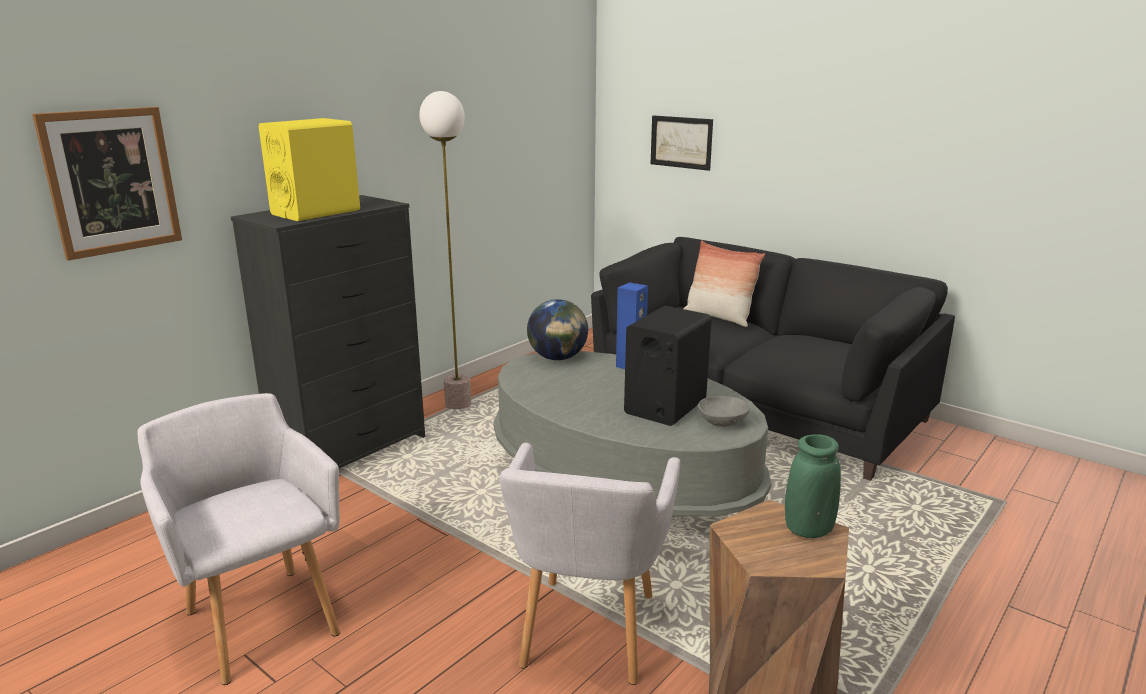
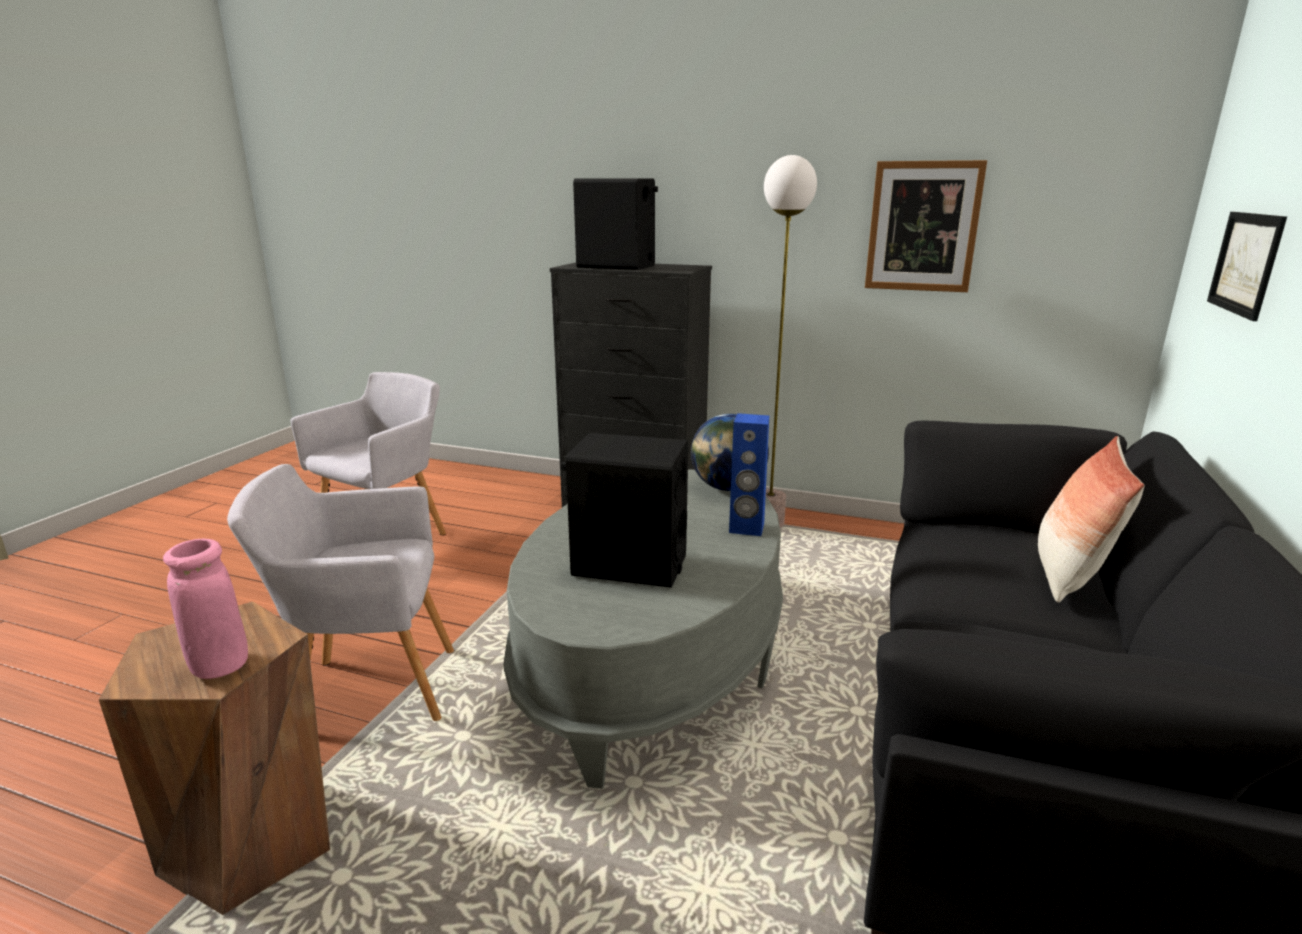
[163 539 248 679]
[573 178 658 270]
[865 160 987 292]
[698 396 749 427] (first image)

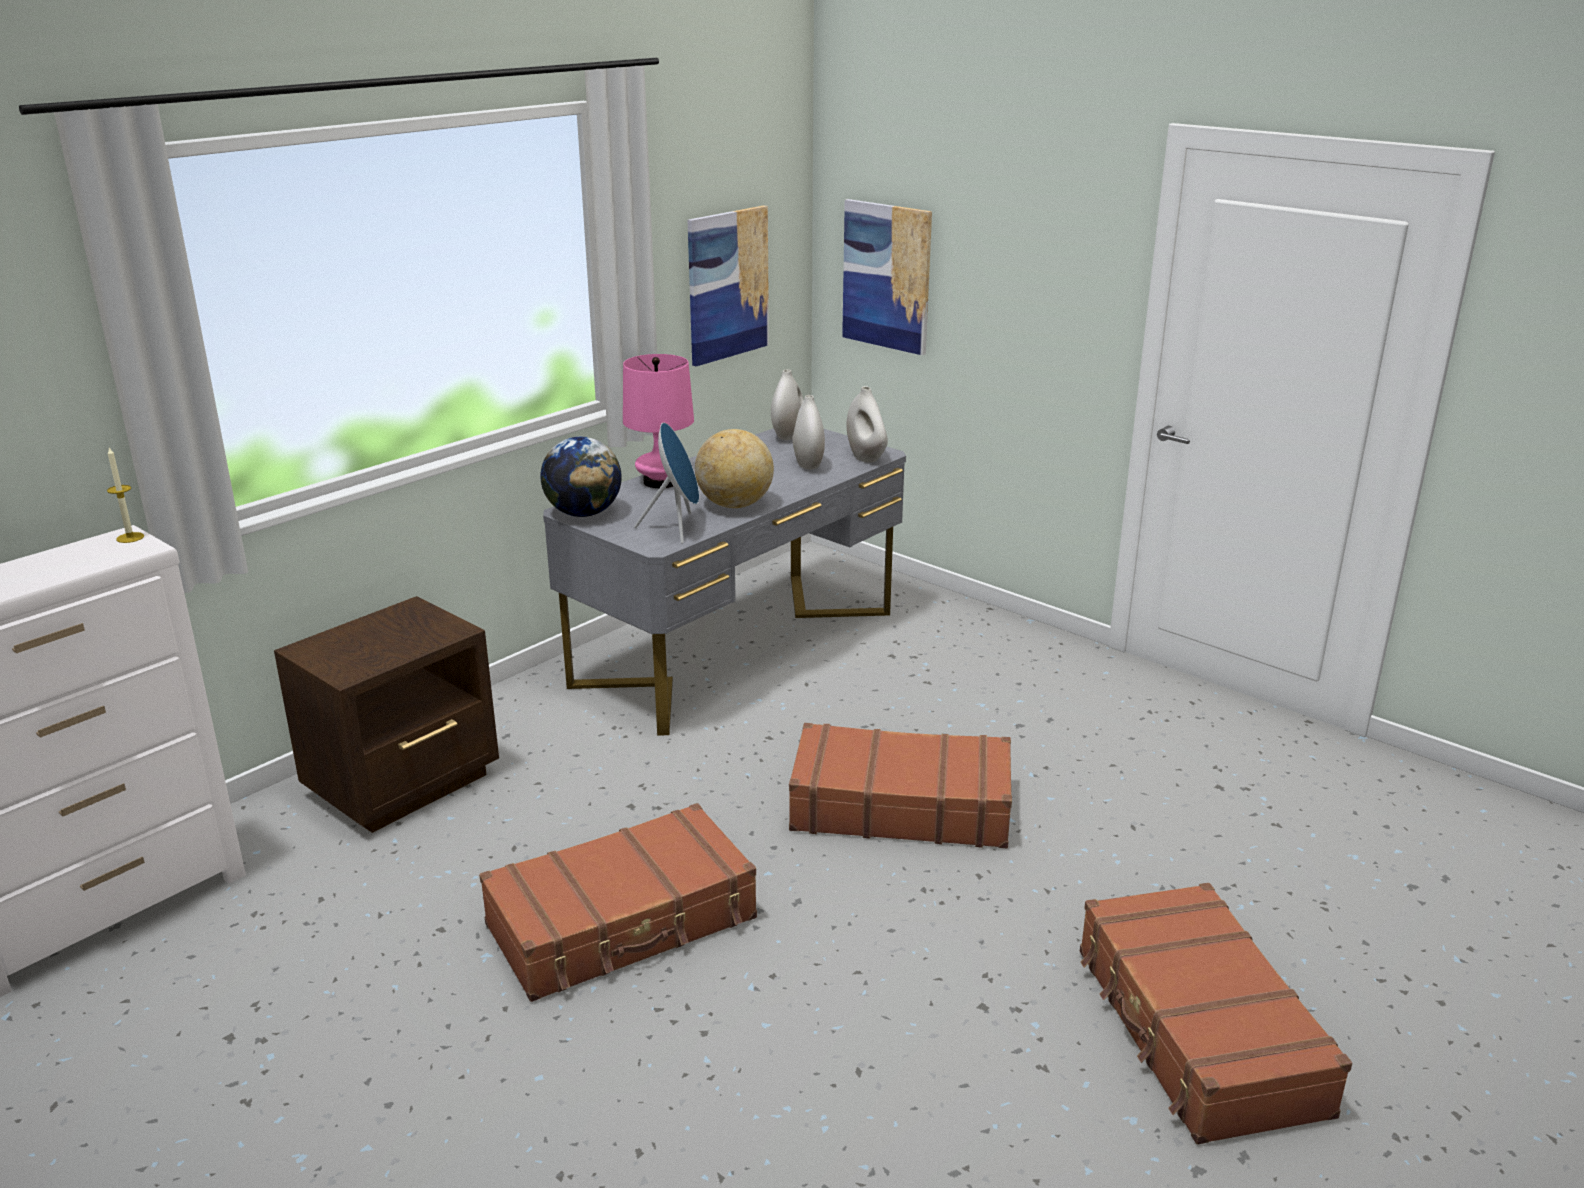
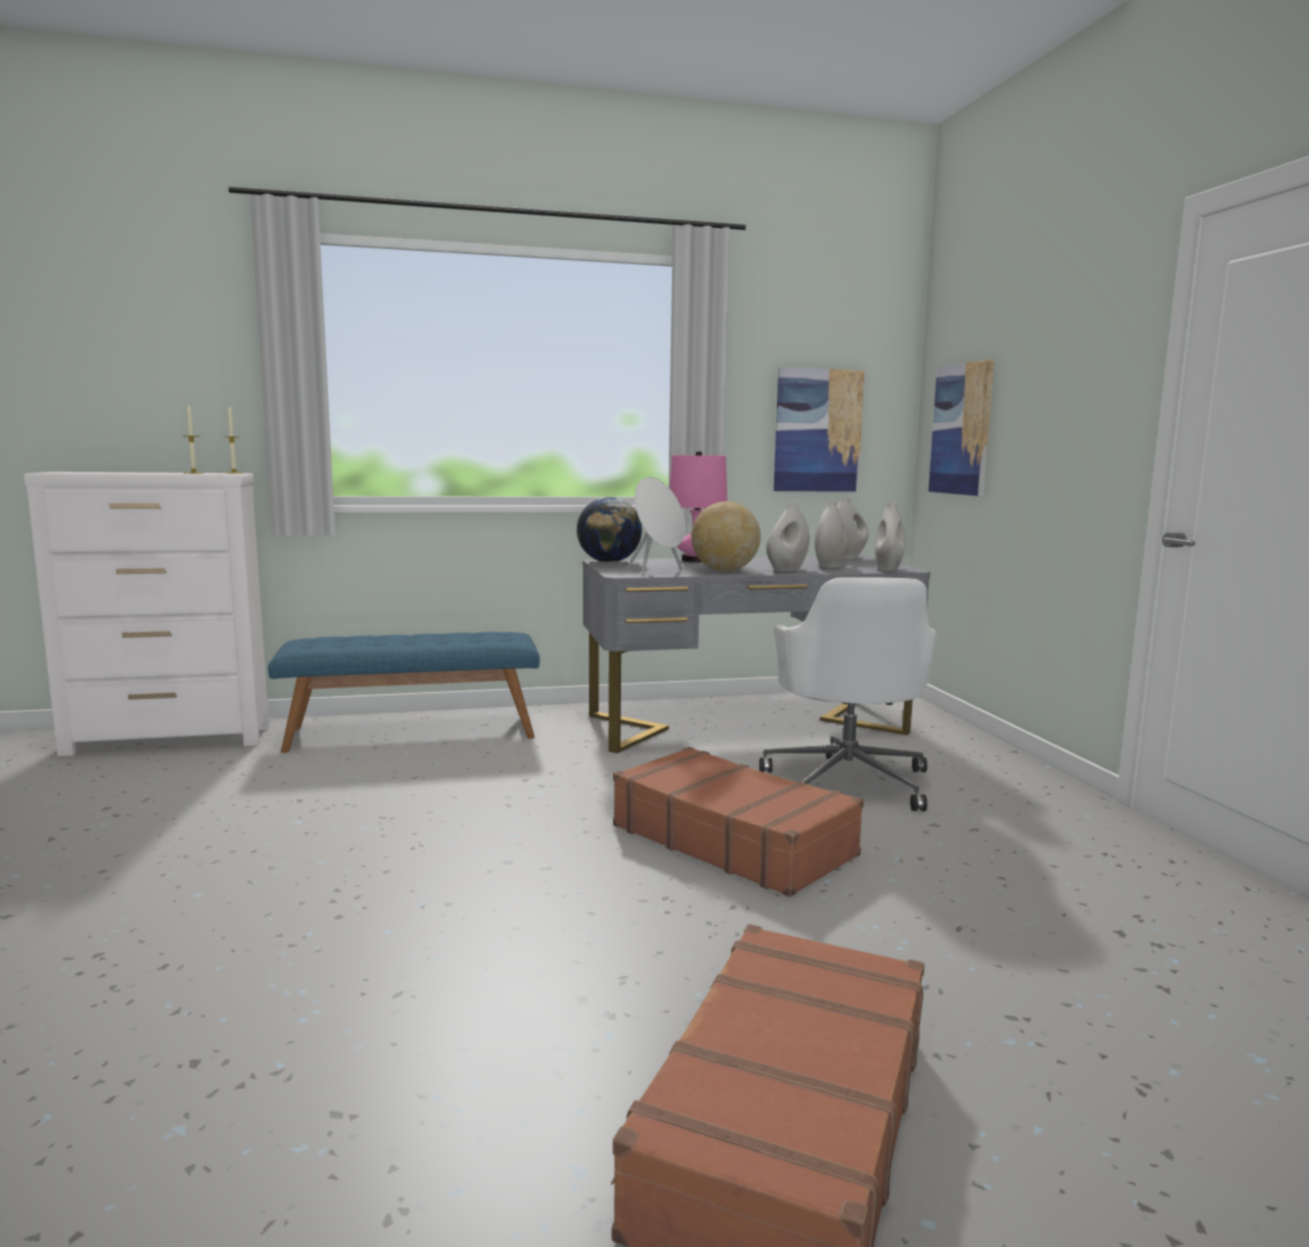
[184 404 204 474]
[268 632 540 753]
[627 477 685 576]
[759 577 936 811]
[766 502 810 572]
[479 803 757 1002] (first image)

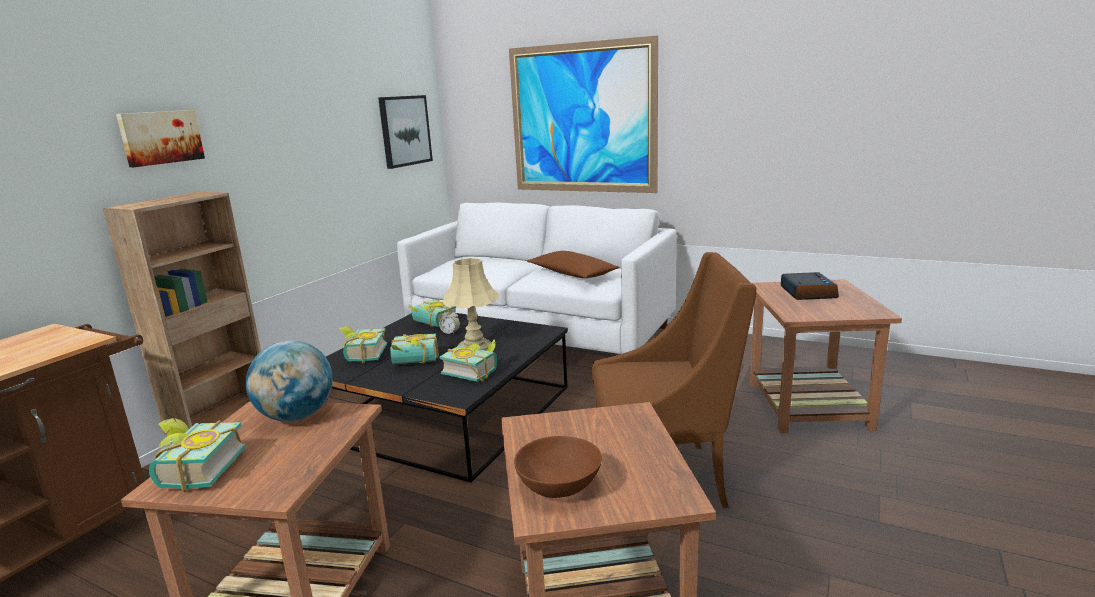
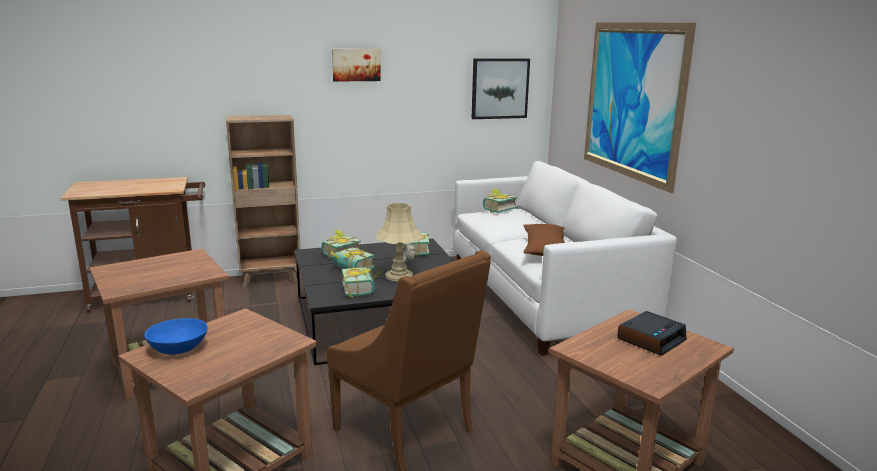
[144 318 208 355]
[332 49 381 82]
[483 188 517 213]
[246 340 333 422] (first image)

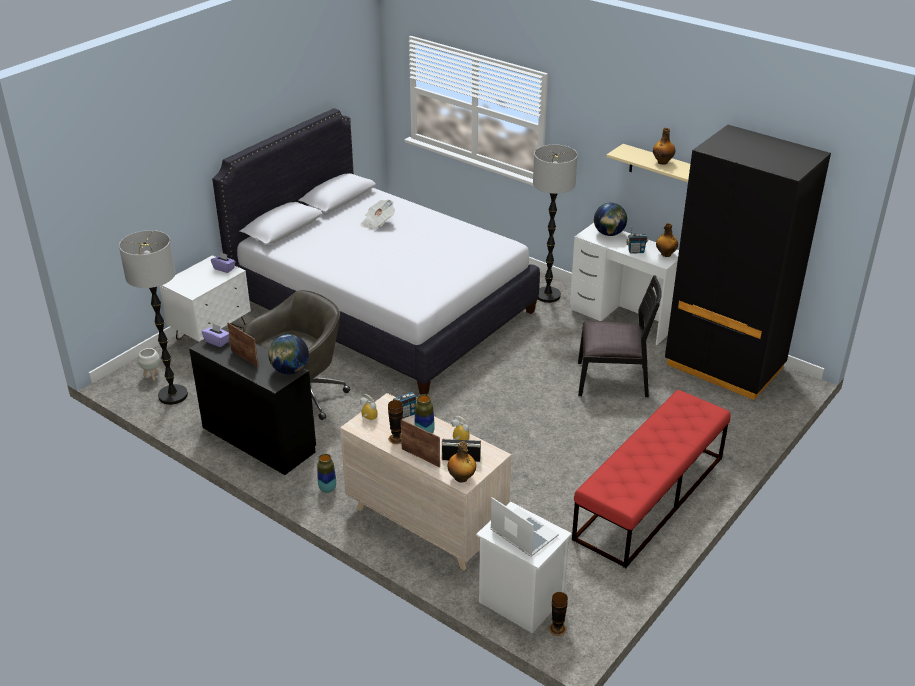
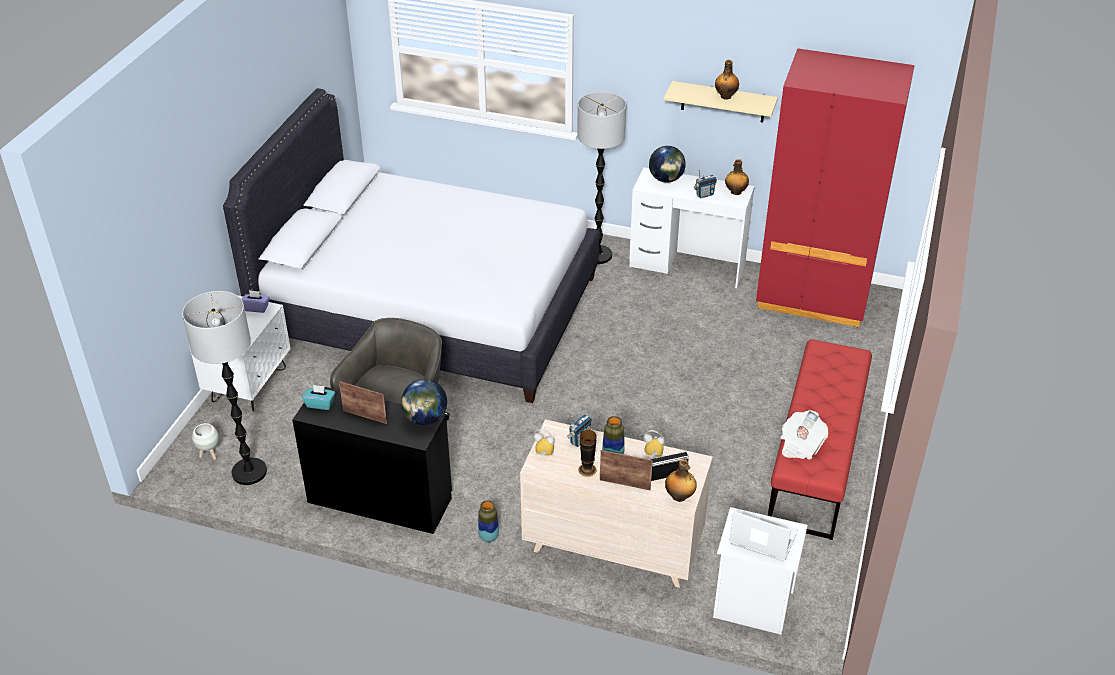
[302 384 335 410]
[756 48 915 328]
[780 410 828 460]
[549 592 568 636] (first image)
[578 275 662 397] (first image)

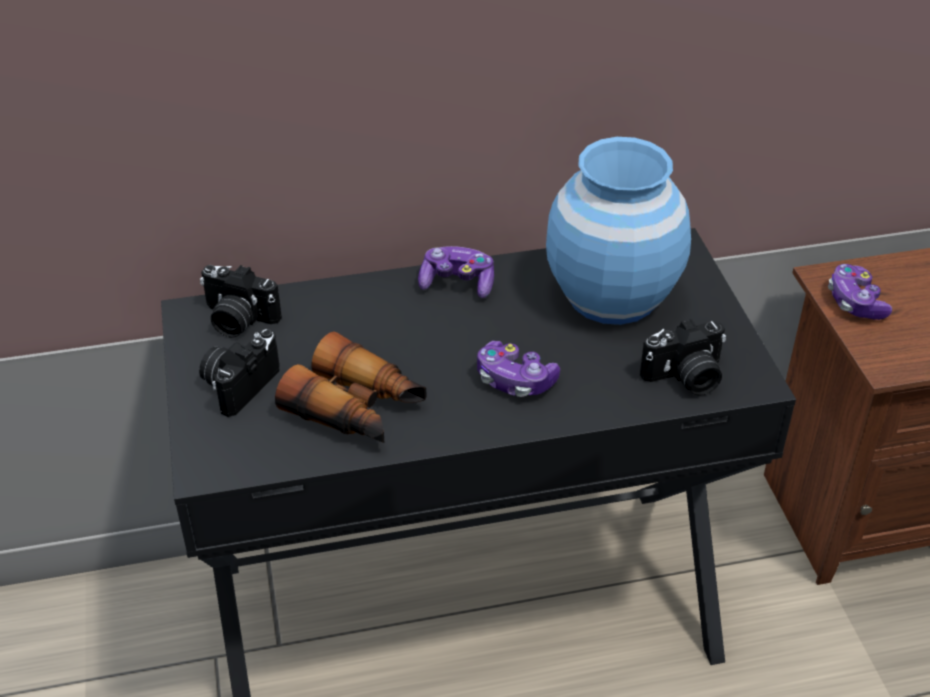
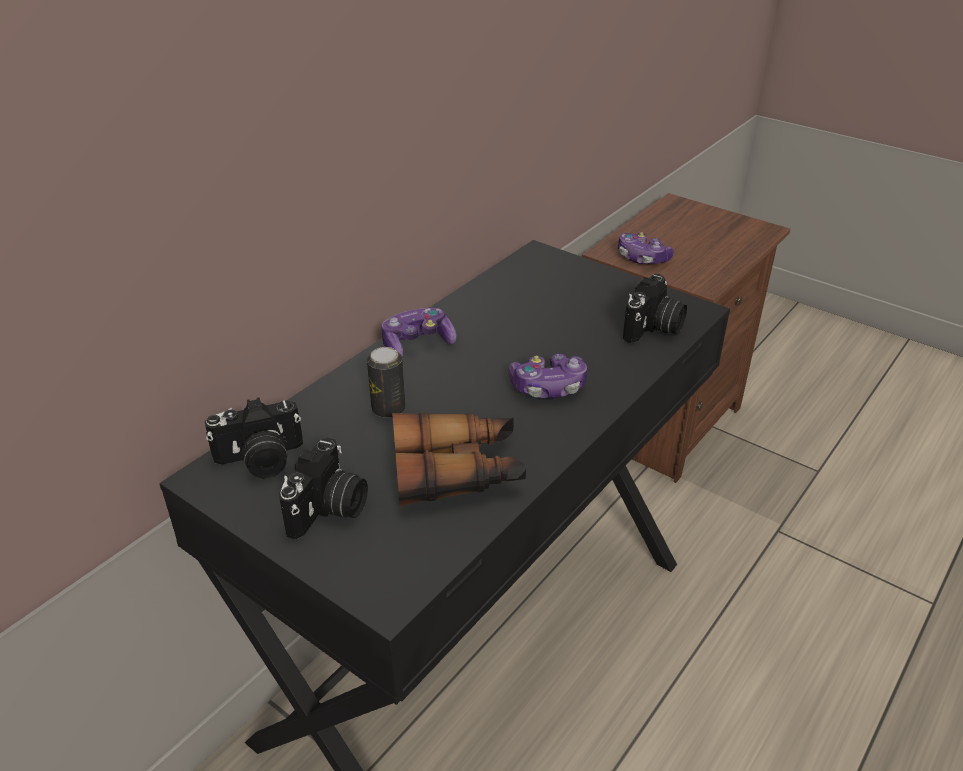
[279 438 368 539]
[367 347 405 418]
[546 137 691 325] (first image)

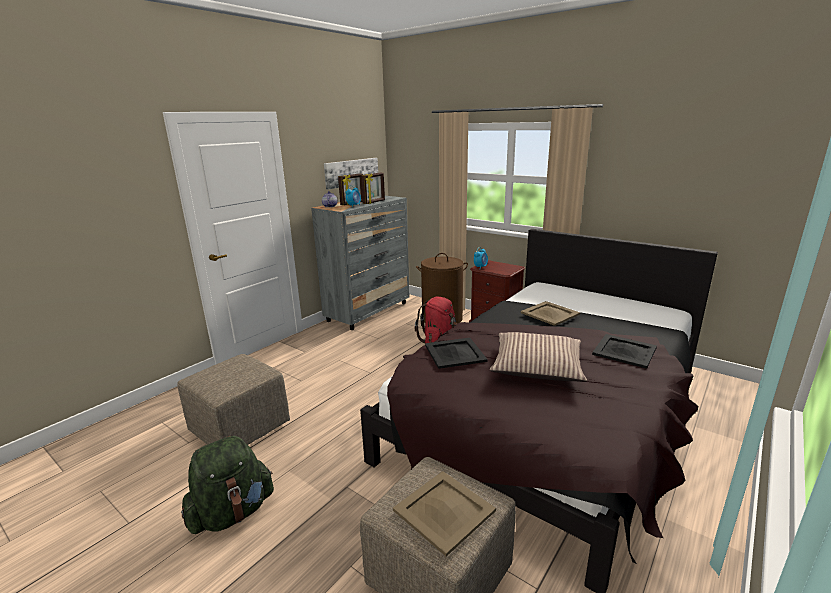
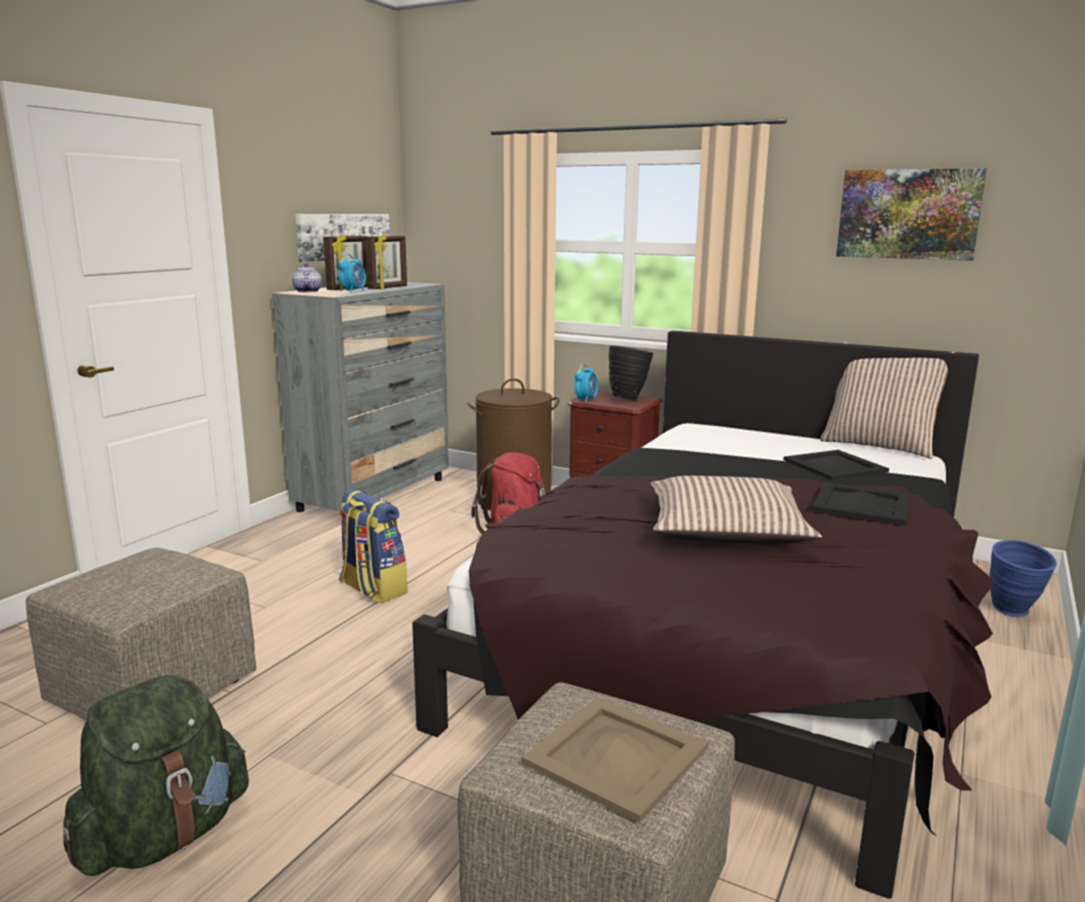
[338 489 408 604]
[609 346 653 401]
[783 450 889 480]
[820 342 956 459]
[836 168 987 261]
[990 540 1057 617]
[521 301 580 326] (first image)

